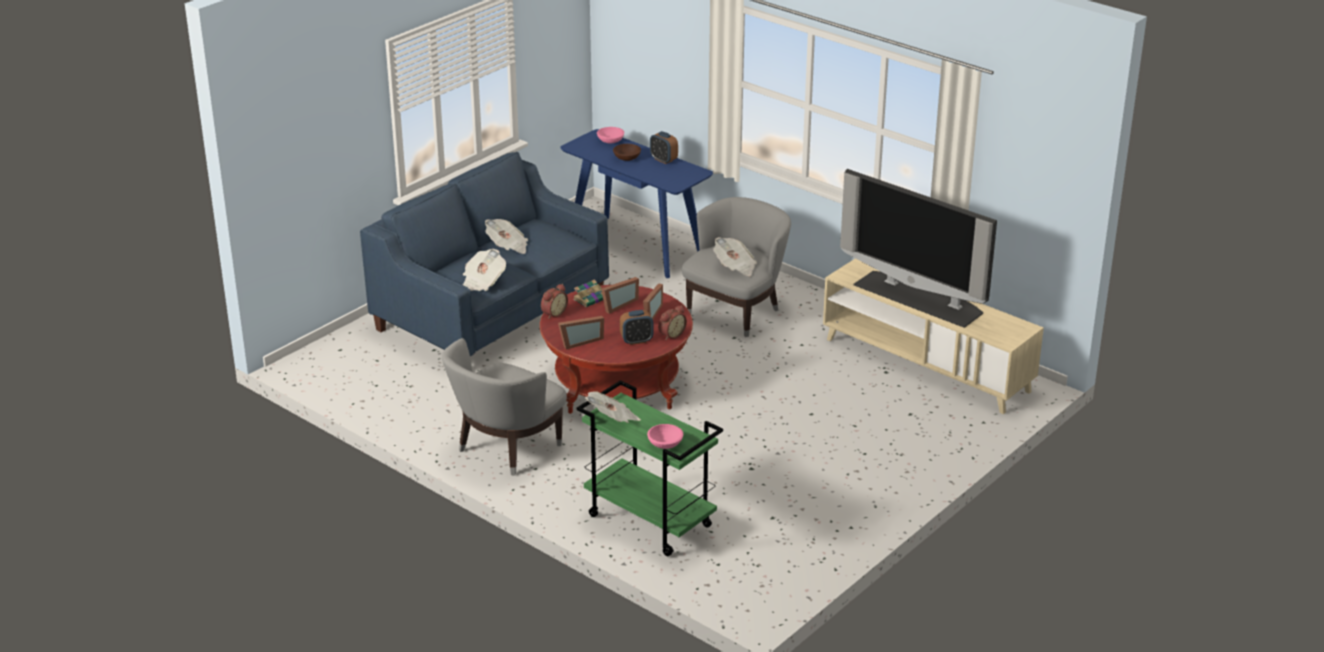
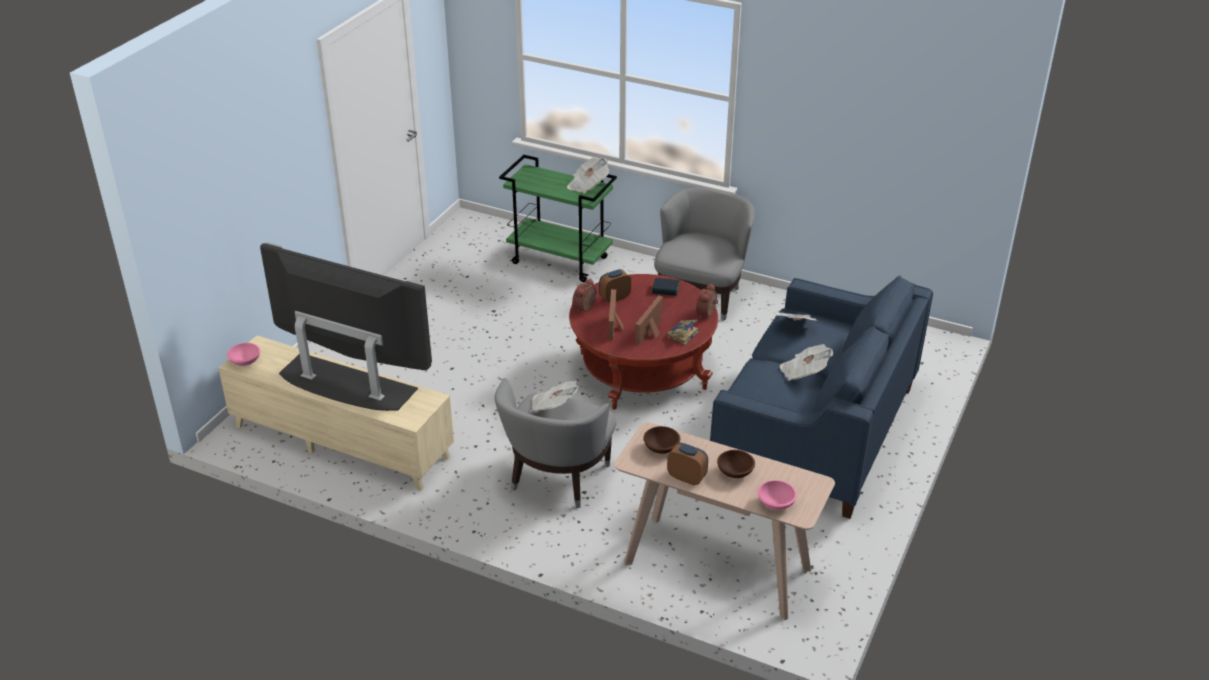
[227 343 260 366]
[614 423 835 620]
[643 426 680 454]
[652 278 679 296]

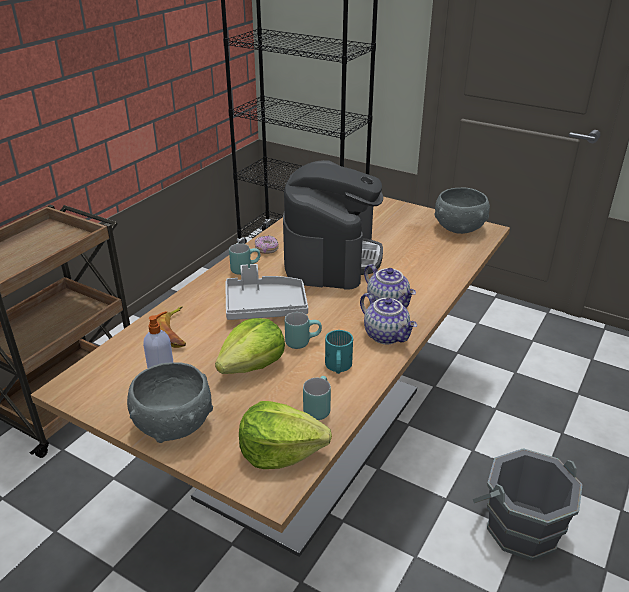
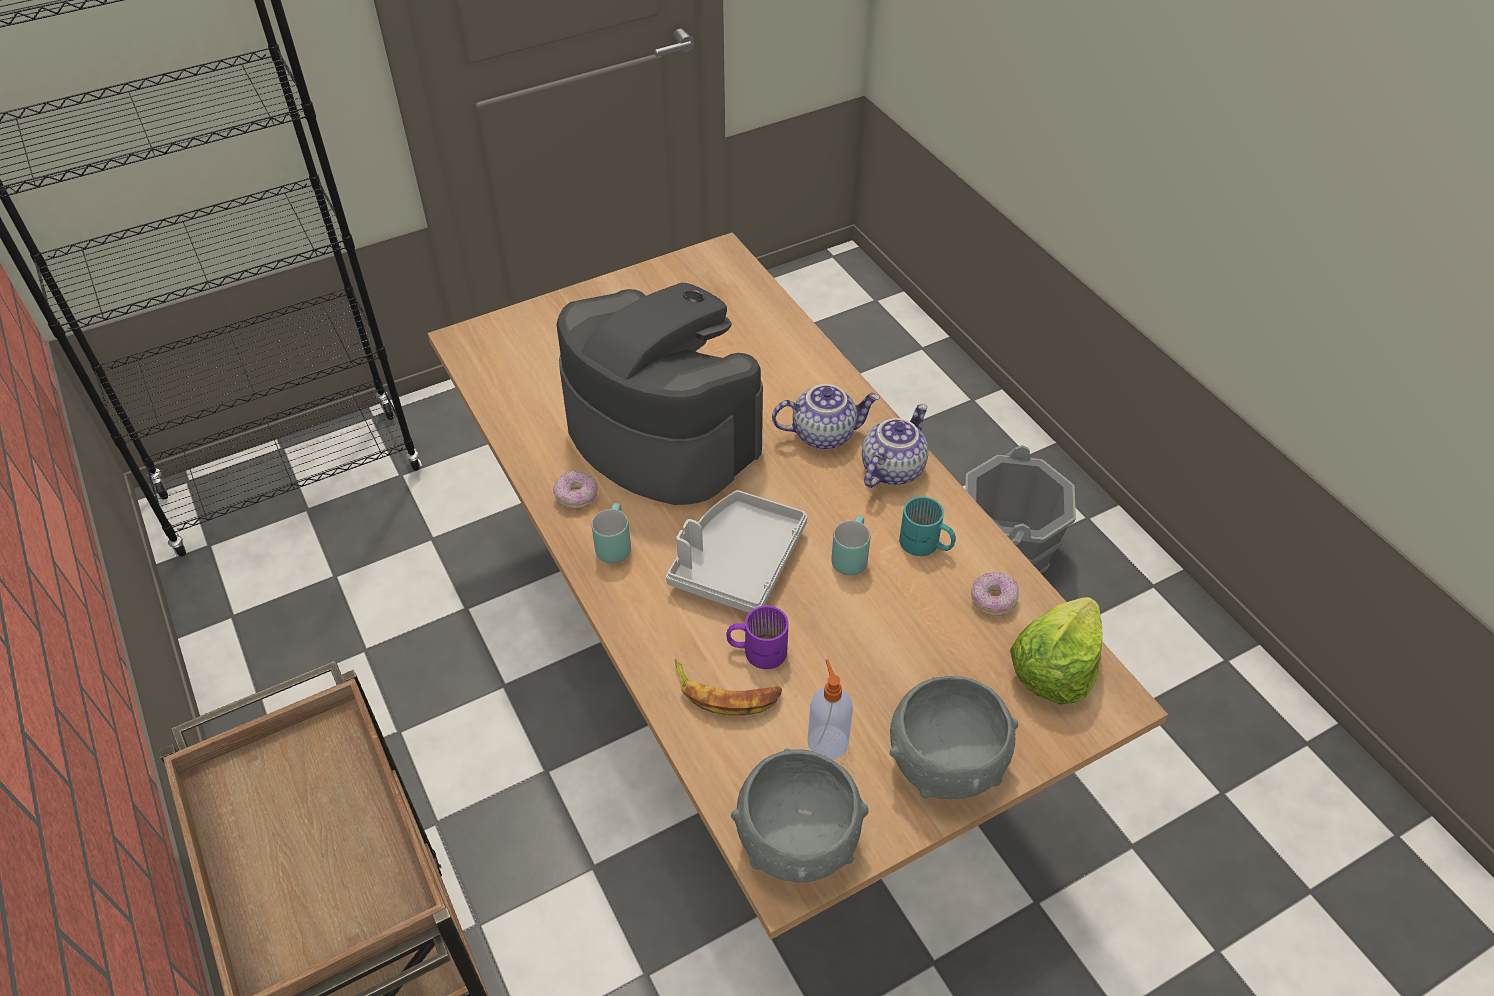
[726 606 788 669]
[731 748 869 883]
[862 404 928 488]
[971 572 1019 616]
[215 318 285 374] (first image)

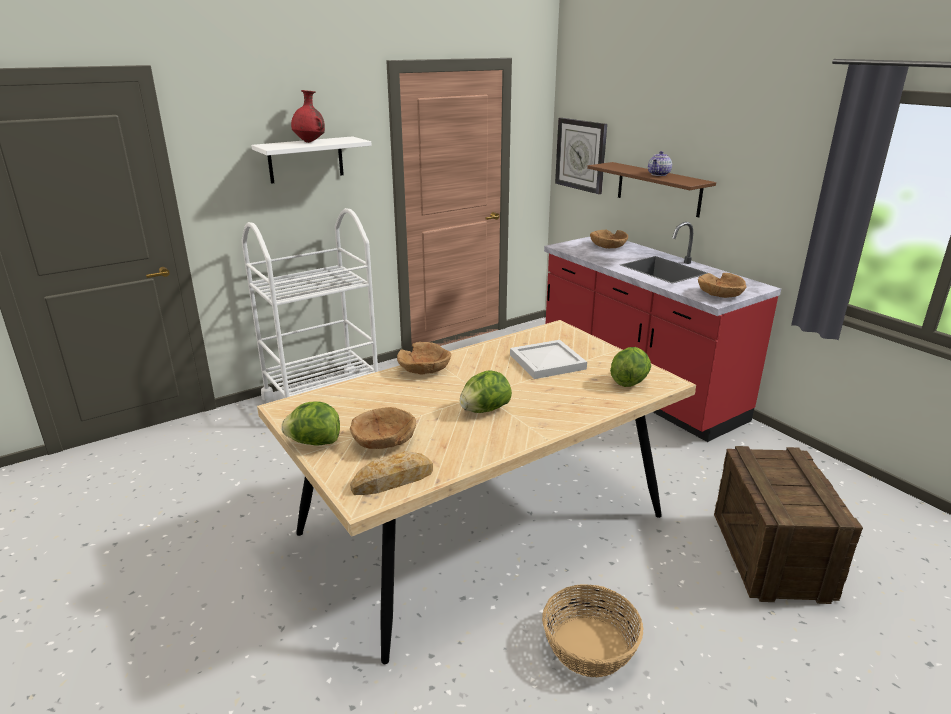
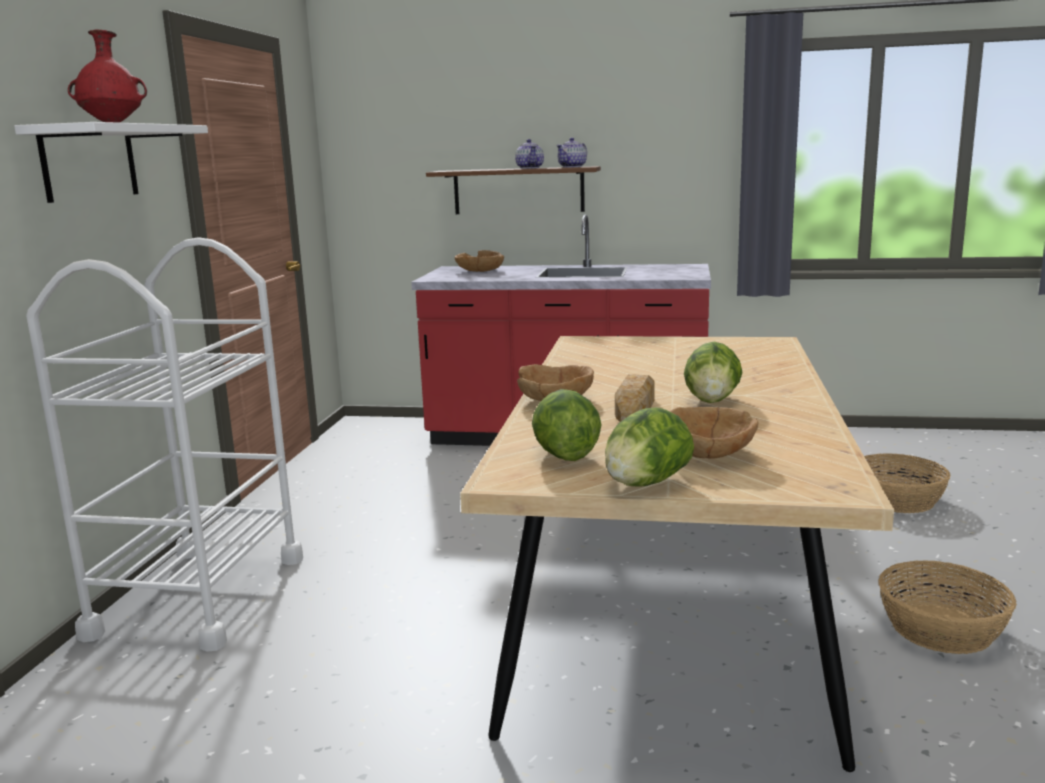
[532 389 602 461]
[556 138 587 168]
[615 374 655 422]
[864 453 951 513]
[510 340 587 379] (first image)
[555 118 607 194] (first image)
[698 273 747 298] (first image)

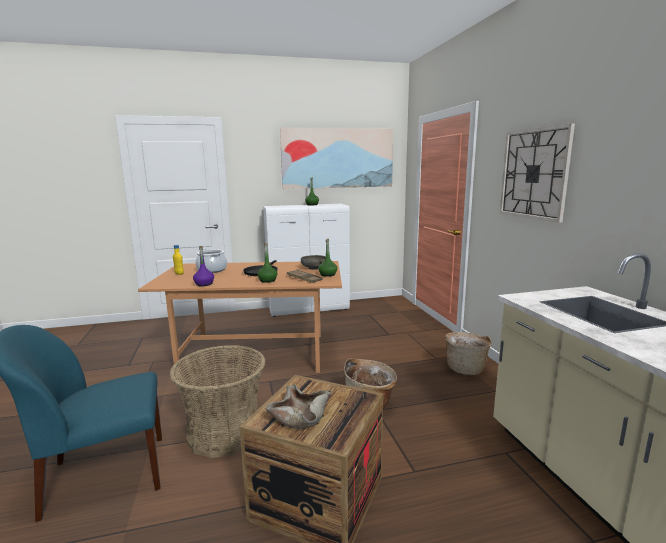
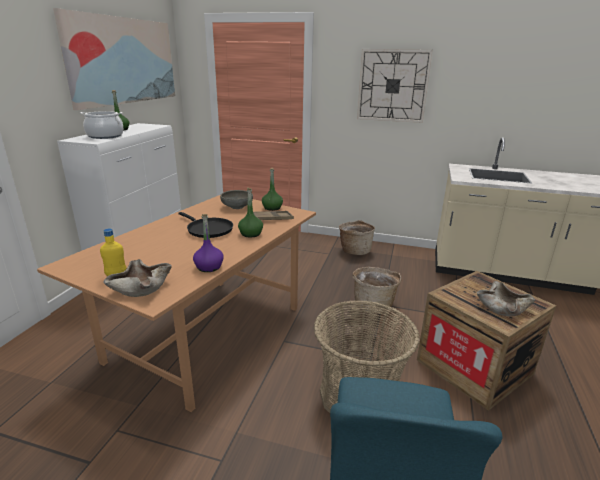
[80 111 124 139]
[104 259 172 297]

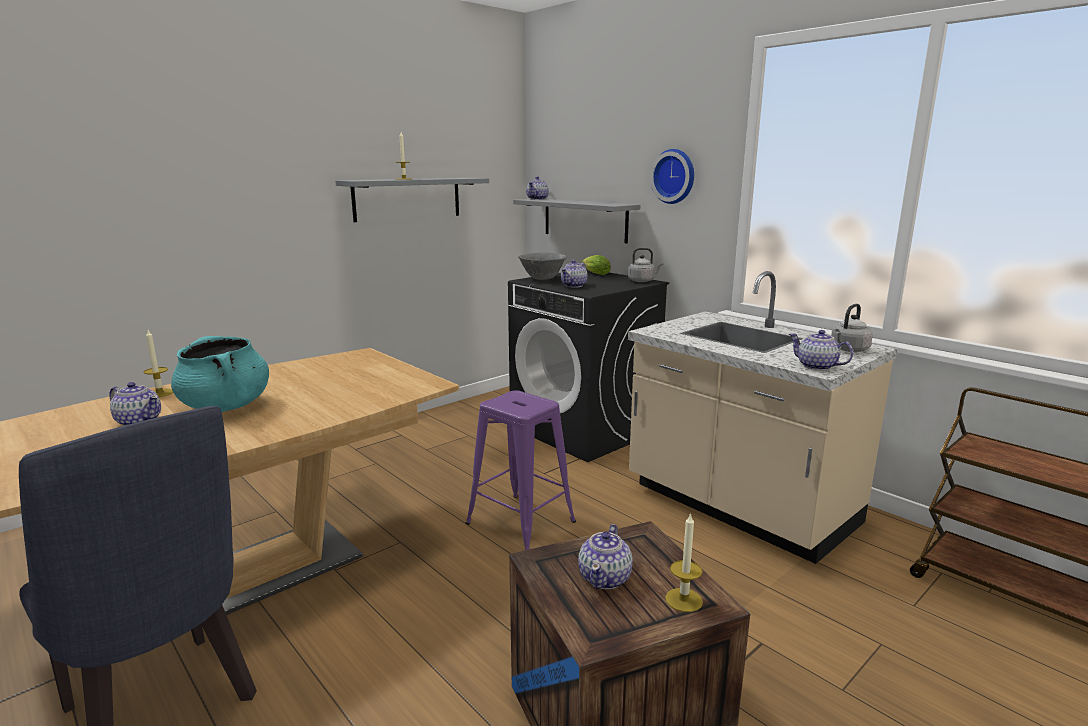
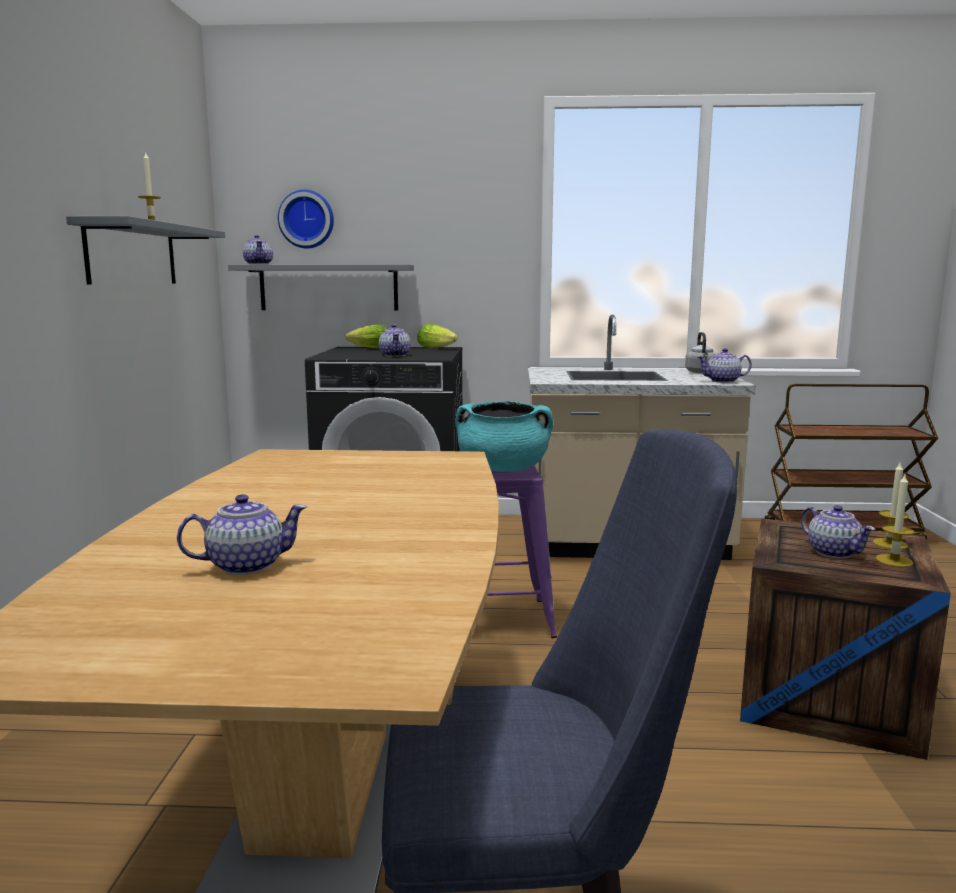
[278 190 334 248]
[417 324 458 348]
[456 401 553 472]
[875 475 915 567]
[518 253 567 280] (first image)

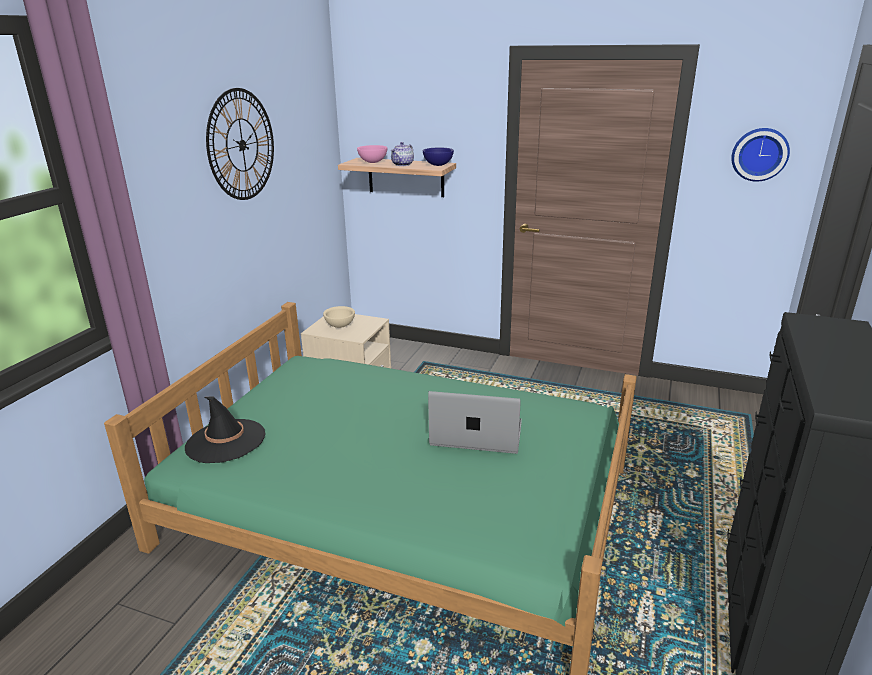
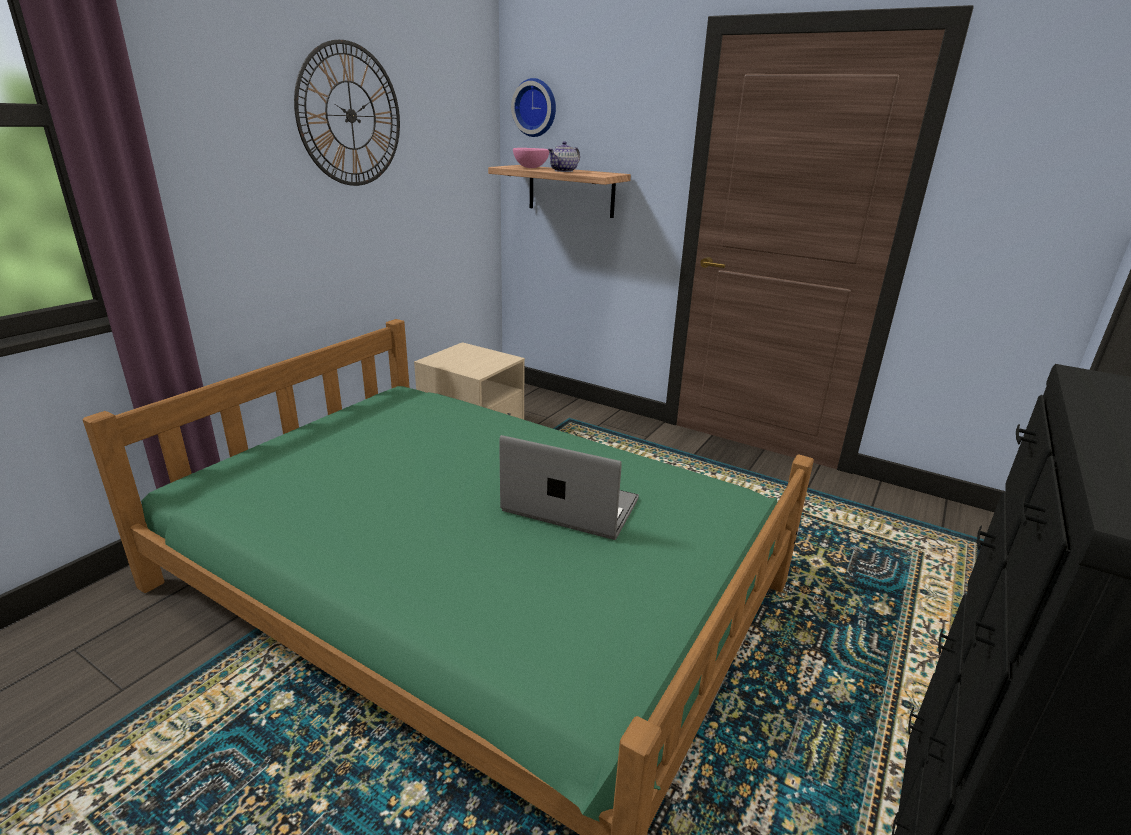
[511 78 556 137]
[185 396 266 463] (first image)
[323 306 355 328] (first image)
[423 148 454 166] (first image)

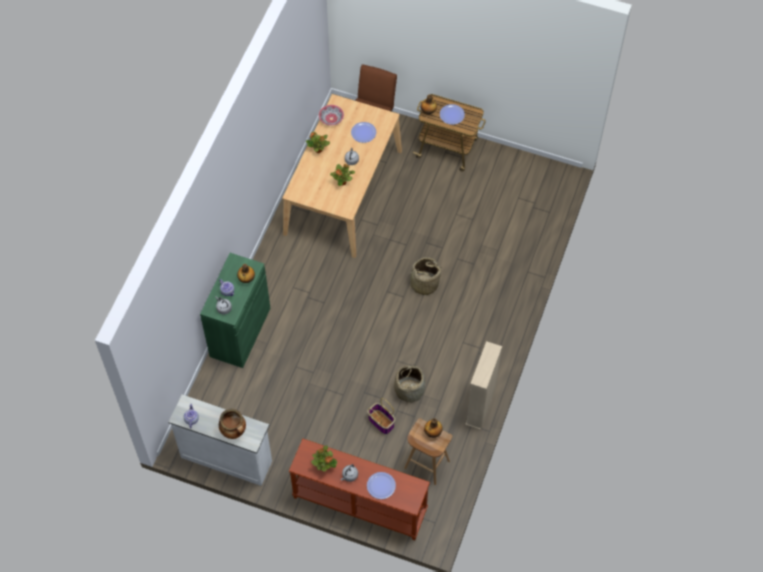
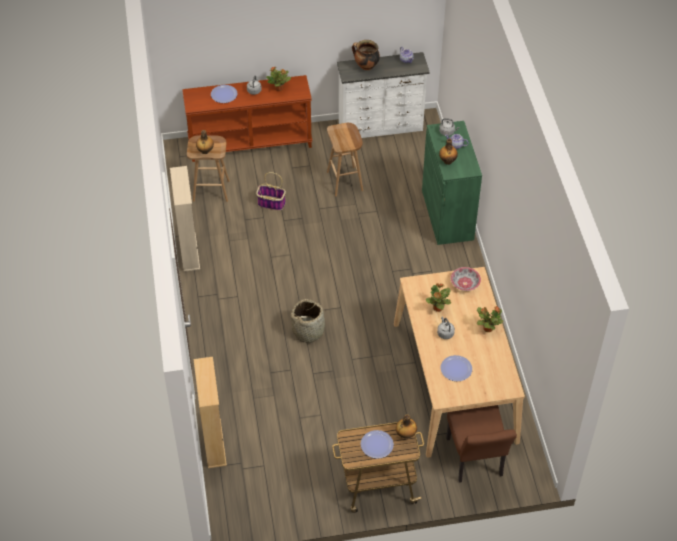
[193 357 227 468]
[327 123 363 196]
[451 267 481 291]
[394 363 425 403] (first image)

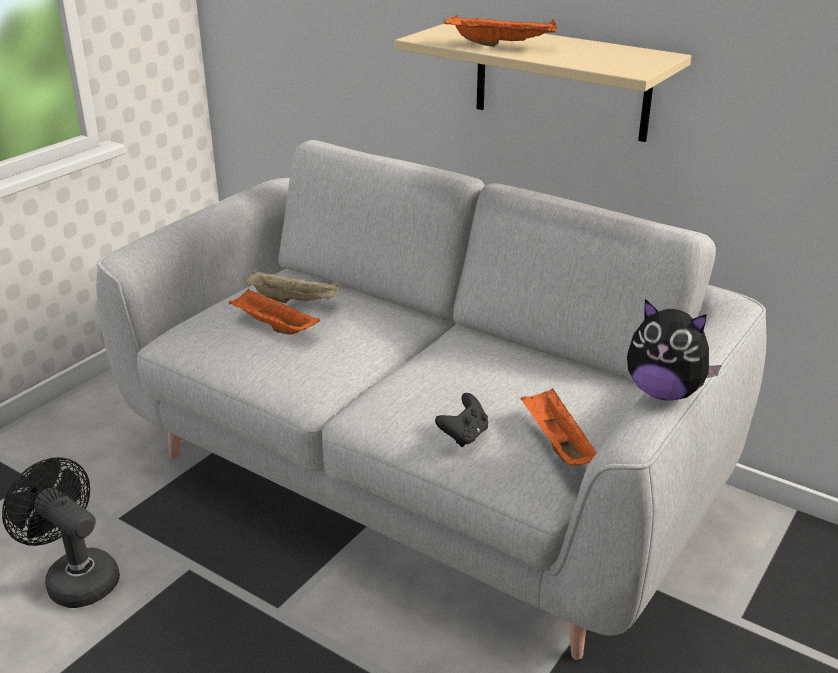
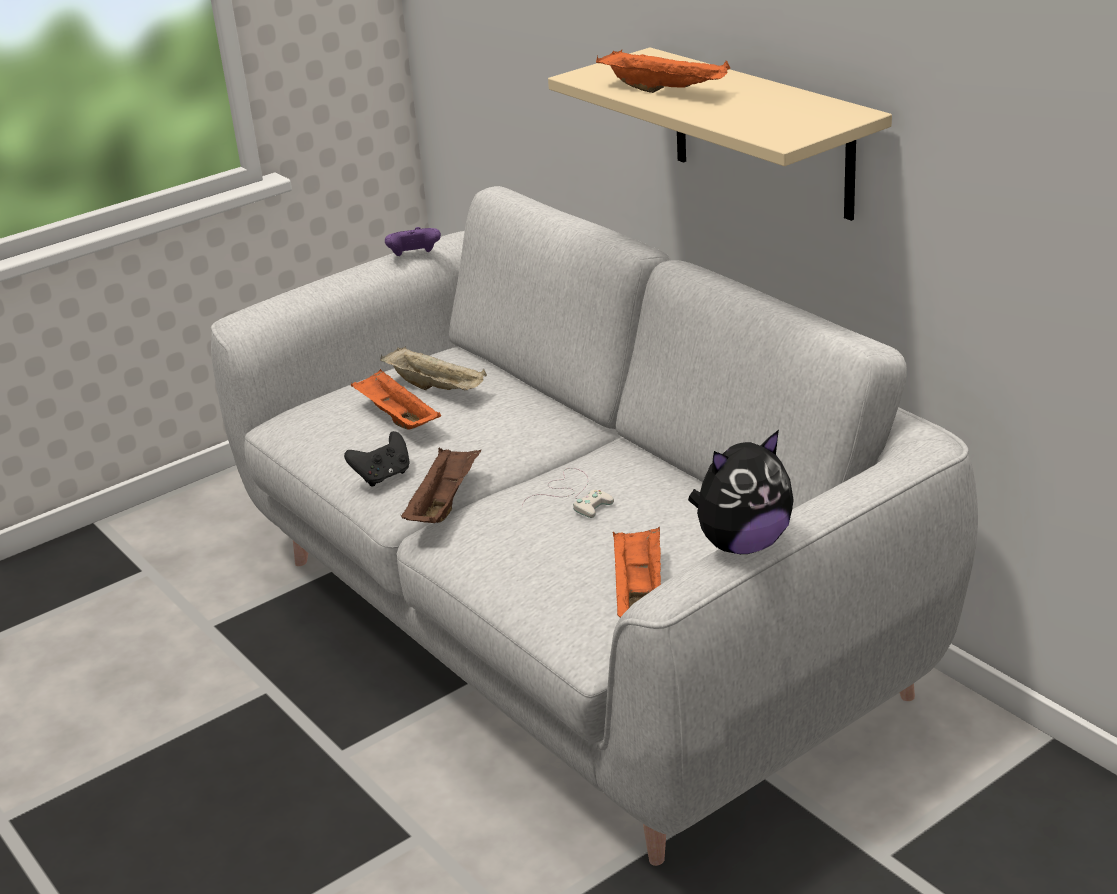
[344 431 410 487]
[385 227 441 256]
[401 447 481 523]
[522 468 614 518]
[688 430 794 554]
[2 457 120 608] (first image)

